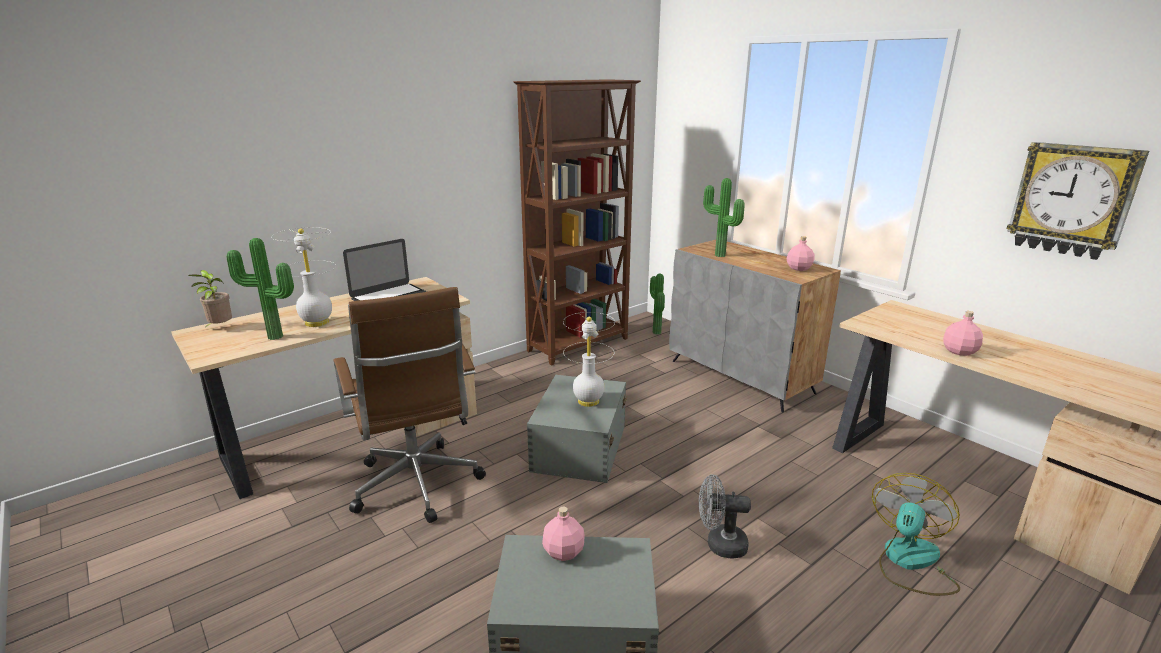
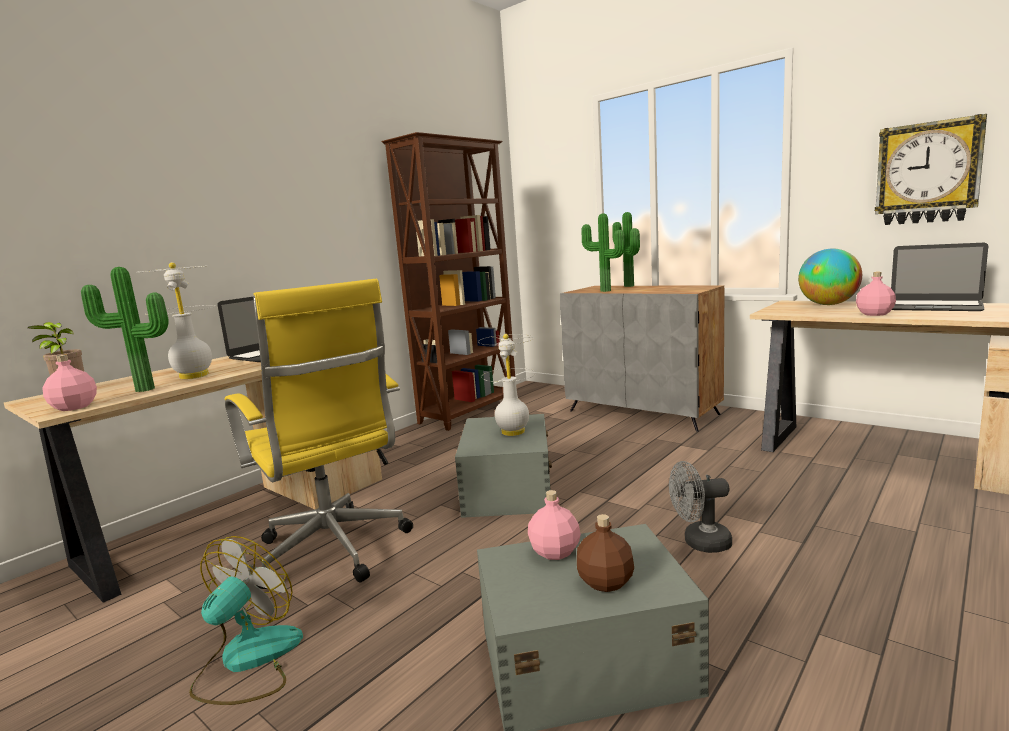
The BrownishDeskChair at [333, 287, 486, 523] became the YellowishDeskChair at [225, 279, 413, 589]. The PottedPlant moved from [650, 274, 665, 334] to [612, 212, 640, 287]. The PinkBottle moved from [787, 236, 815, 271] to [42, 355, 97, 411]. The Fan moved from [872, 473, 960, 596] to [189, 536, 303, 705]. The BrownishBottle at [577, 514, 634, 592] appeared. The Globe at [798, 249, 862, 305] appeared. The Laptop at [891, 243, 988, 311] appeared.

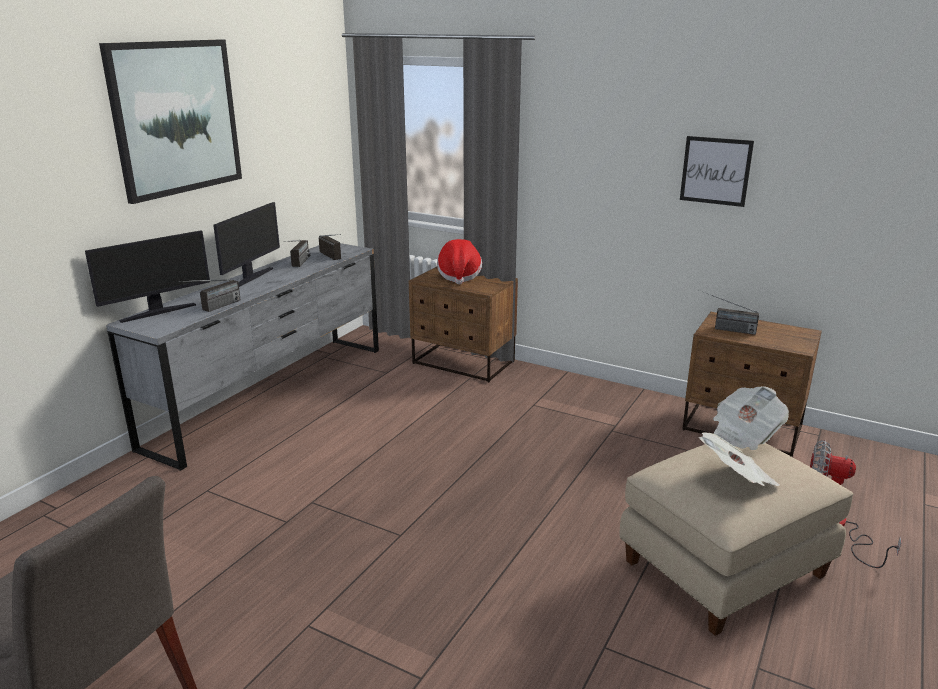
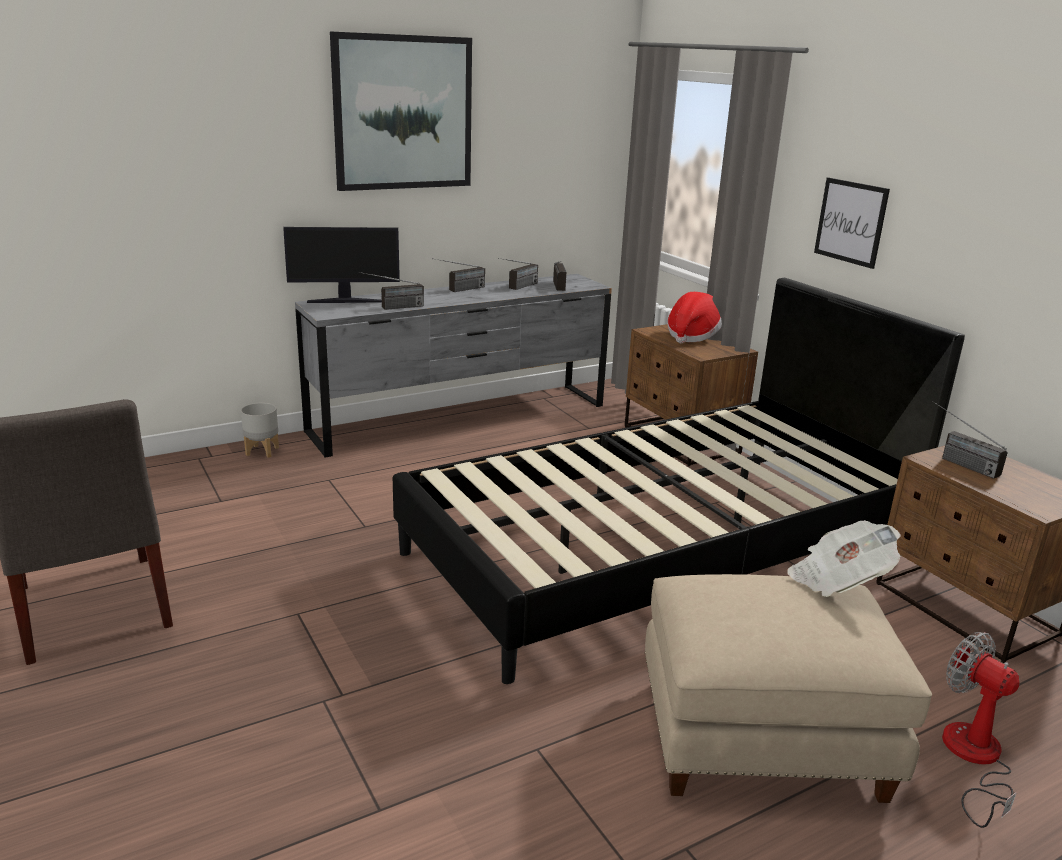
The Monitor at [213, 202, 280, 287] was replaced by the RadioReceiver at [432, 258, 485, 292]. The WallArt moved from [680, 136, 754, 207] to [814, 177, 890, 269]. The DailyPaper at [698, 432, 780, 486] disappeared. The GreyishPlantPot at [241, 403, 279, 458] appeared. The BlackishBedroomBed at [393, 278, 965, 684] appeared.

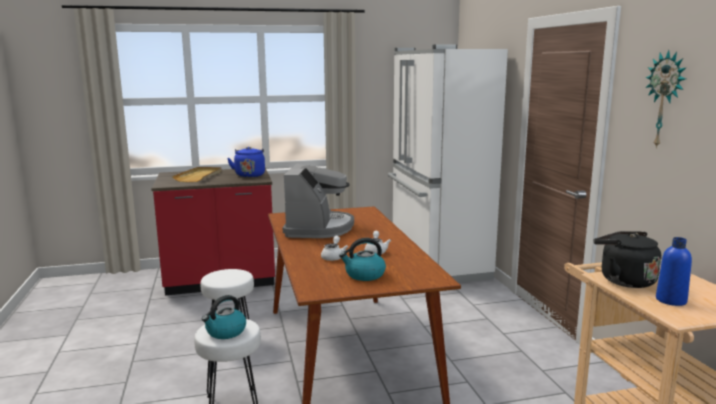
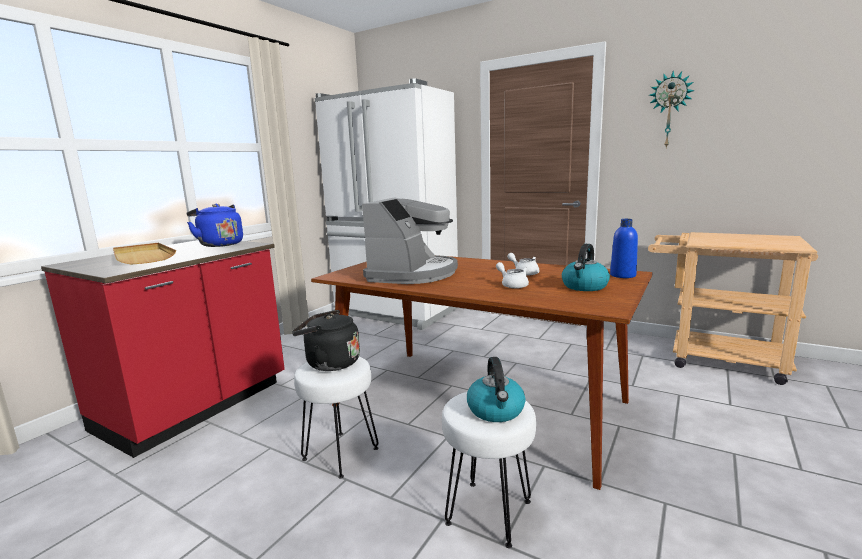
The CoffeeBrewer at [282, 164, 354, 238] turned 60 degrees clockwise. The BlackishTeaKettle moved from [594, 231, 661, 288] to [292, 310, 360, 371]. The BlueBottle moved from [656, 237, 692, 306] to [610, 219, 638, 278].

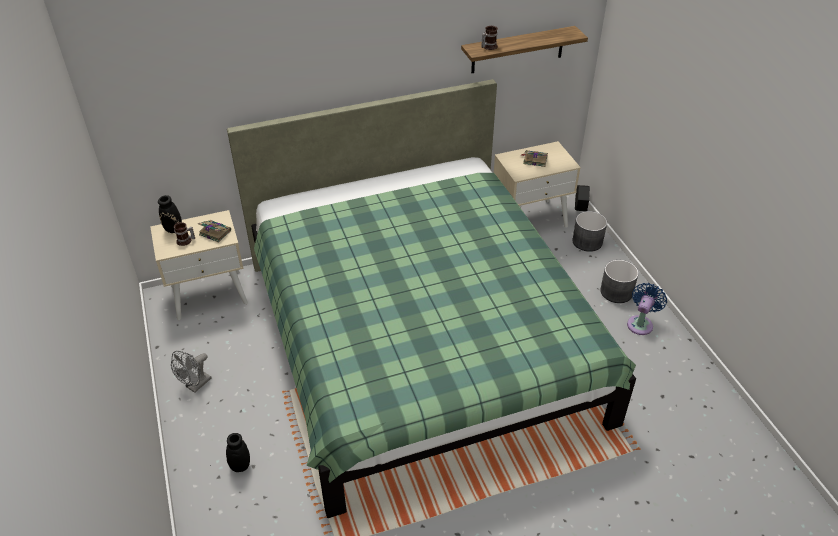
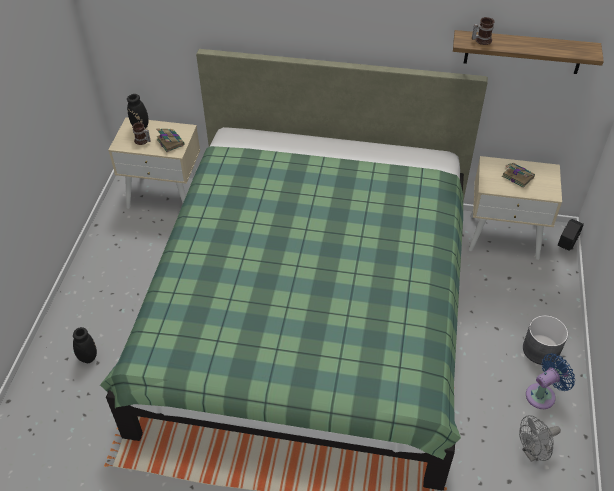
The GreyishFan moved from [171, 351, 212, 393] to [519, 415, 561, 462]. The GreyishPlantPot at [572, 211, 607, 252] disappeared.

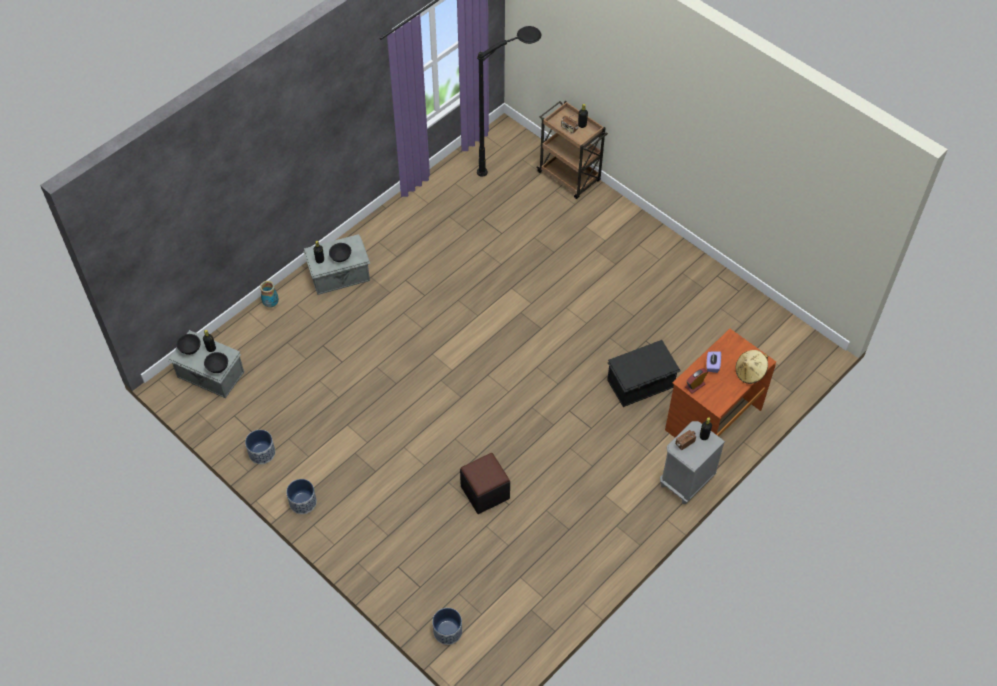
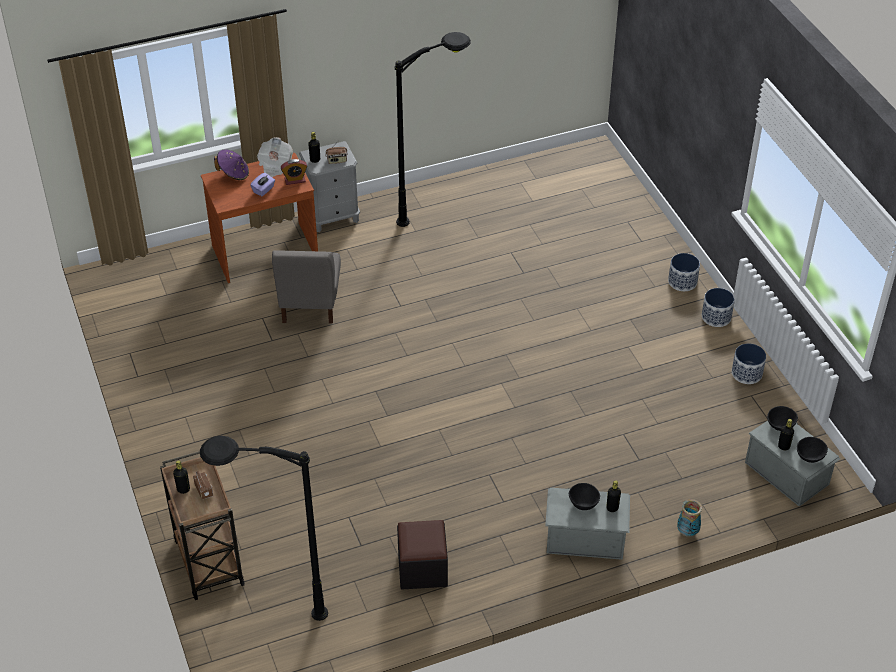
The PlantPot moved from [432, 608, 462, 645] to [668, 253, 700, 291]. The BlackishFootrest moved from [460, 453, 510, 514] to [397, 520, 448, 589]. The BlackishStorageBox at [607, 340, 681, 407] was replaced by the GreyishUprightChair at [272, 250, 341, 323]. The BeigeColouredClothingHat at [735, 350, 768, 384] became the PurpleClothingHat at [214, 149, 249, 180]. The DailyPaper at [257, 137, 293, 177] appeared. The BlackishStandardLamp at [394, 32, 471, 227] appeared.

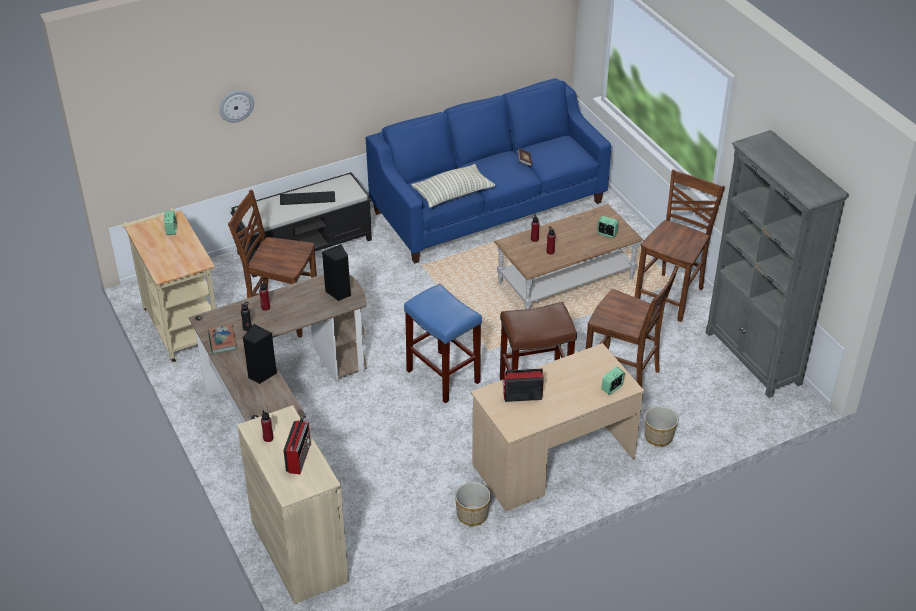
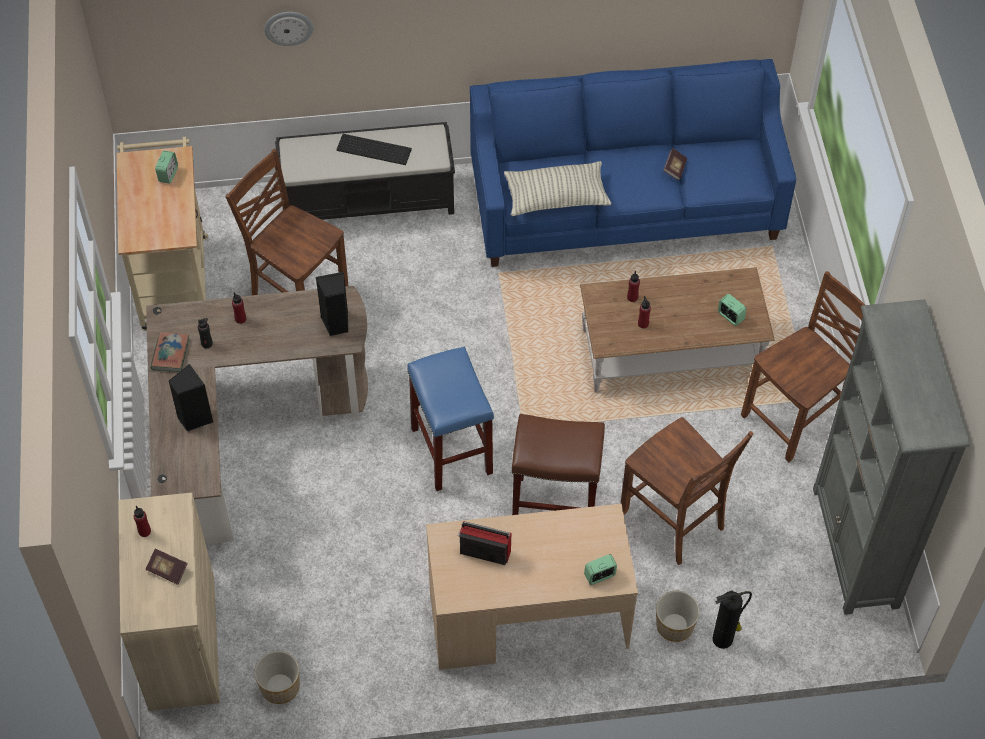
The RadioReceiver at [283, 417, 311, 474] was replaced by the BoundBook at [145, 549, 188, 585]. The PlantPot moved from [455, 482, 491, 526] to [254, 651, 300, 704]. The Extinguisher at [712, 590, 752, 649] appeared.

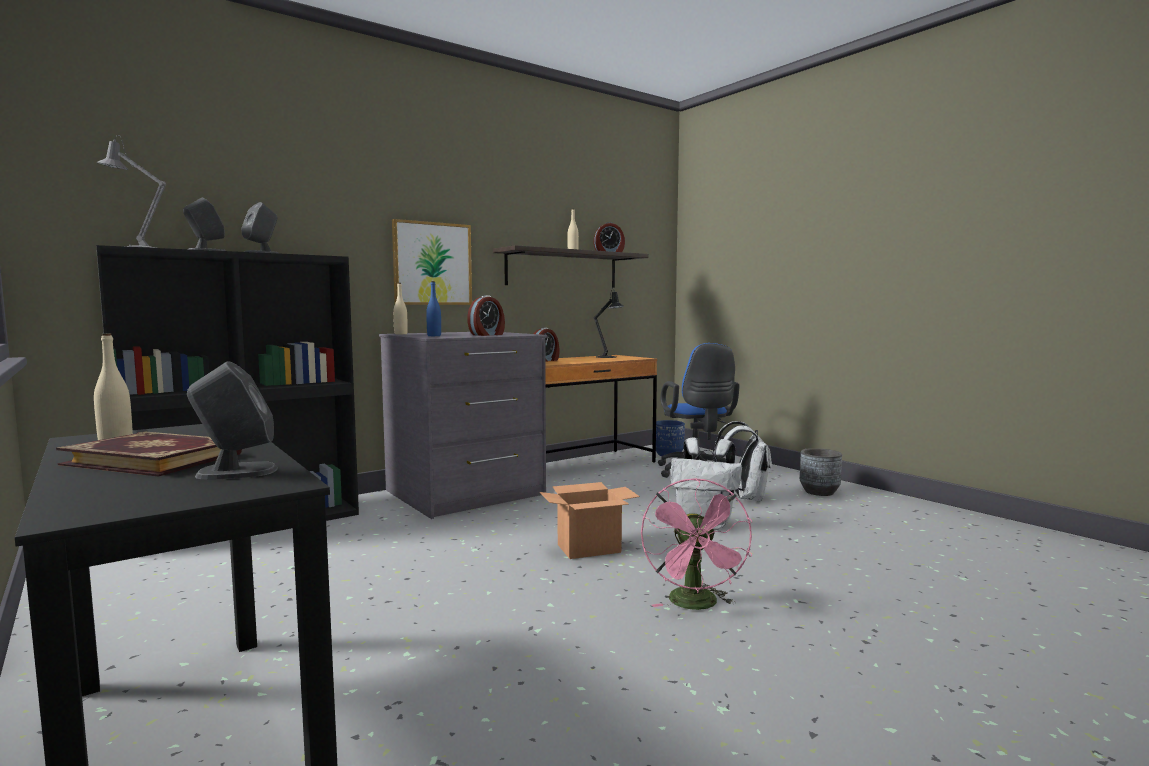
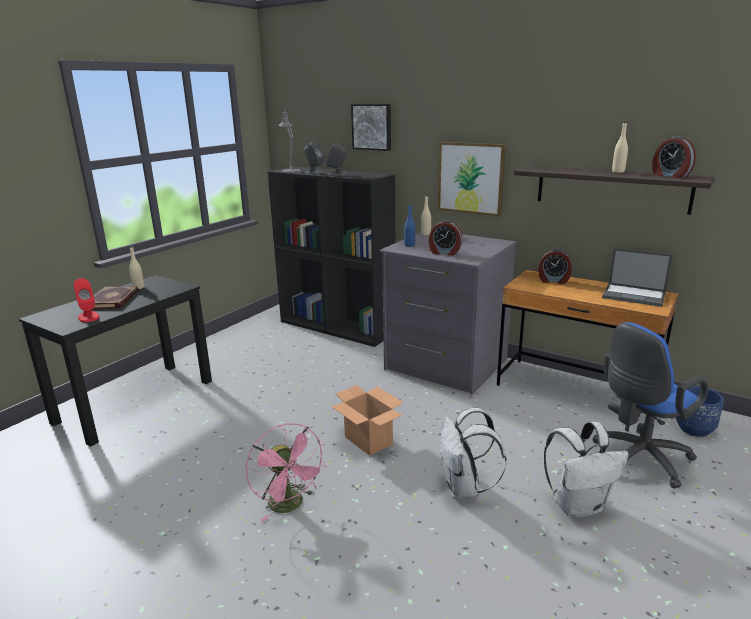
The GreyishLoudspeaker at [187, 361, 278, 480] became the ReddishLoudspeaker at [74, 278, 99, 322]. The BlackishLampForATable at [593, 289, 624, 358] was replaced by the Laptop at [602, 249, 672, 307]. The PinkFan at [641, 478, 752, 610] turned 105 degrees counterclockwise. The GreyishPlantPot at [800, 448, 842, 496] disappeared. The WallArt at [351, 104, 391, 151] appeared.

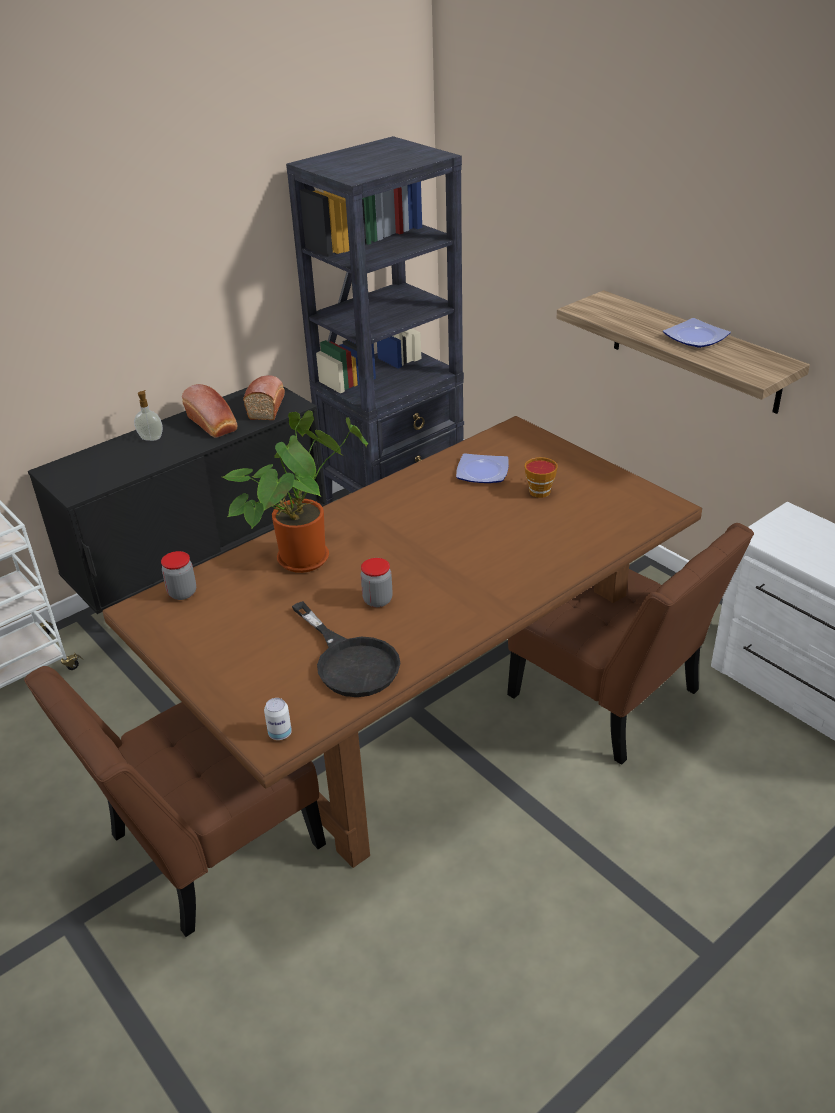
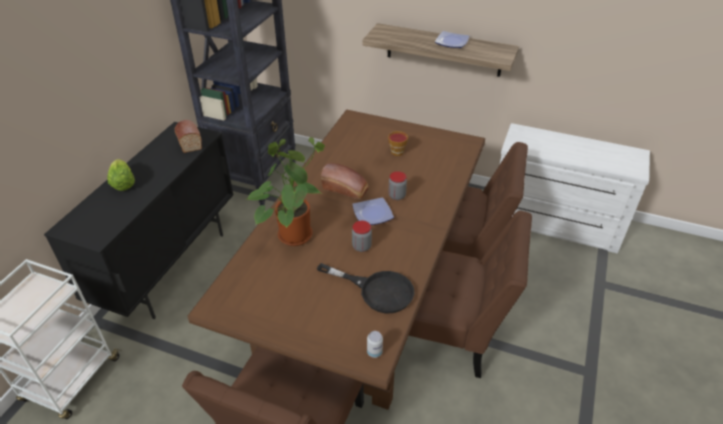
The LiquidSoapBottle at [134, 390, 163, 441] was replaced by the LettuceHead at [107, 159, 135, 191]. The PreserveJar moved from [161, 551, 196, 600] to [389, 171, 407, 200]. The Bread moved from [182, 384, 238, 438] to [321, 163, 369, 199]. The Plate moved from [456, 453, 509, 483] to [352, 197, 394, 225]. The BrownishUprightChair at [408, 211, 532, 378] appeared.

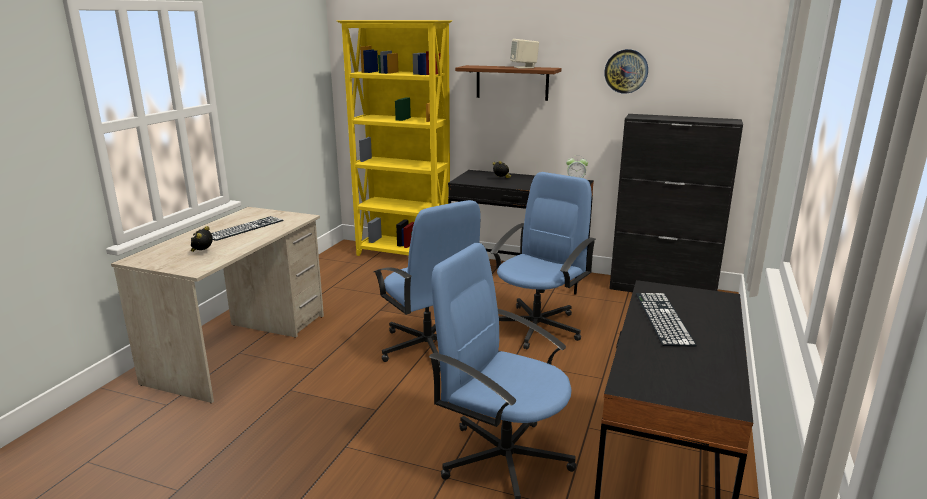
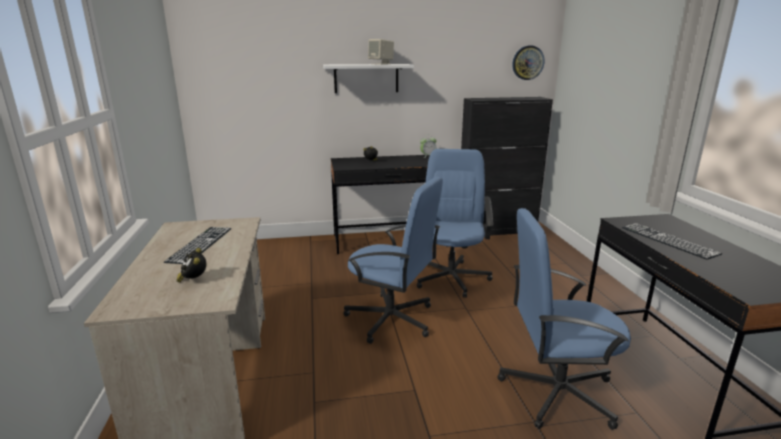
The YellowishBookshelf at [337, 20, 452, 256] disappeared. The BrownishWallShelf at [455, 65, 561, 101] became the WhiteWallShelf at [323, 64, 414, 93]. The WallClock moved from [604, 49, 648, 94] to [512, 46, 544, 80].

